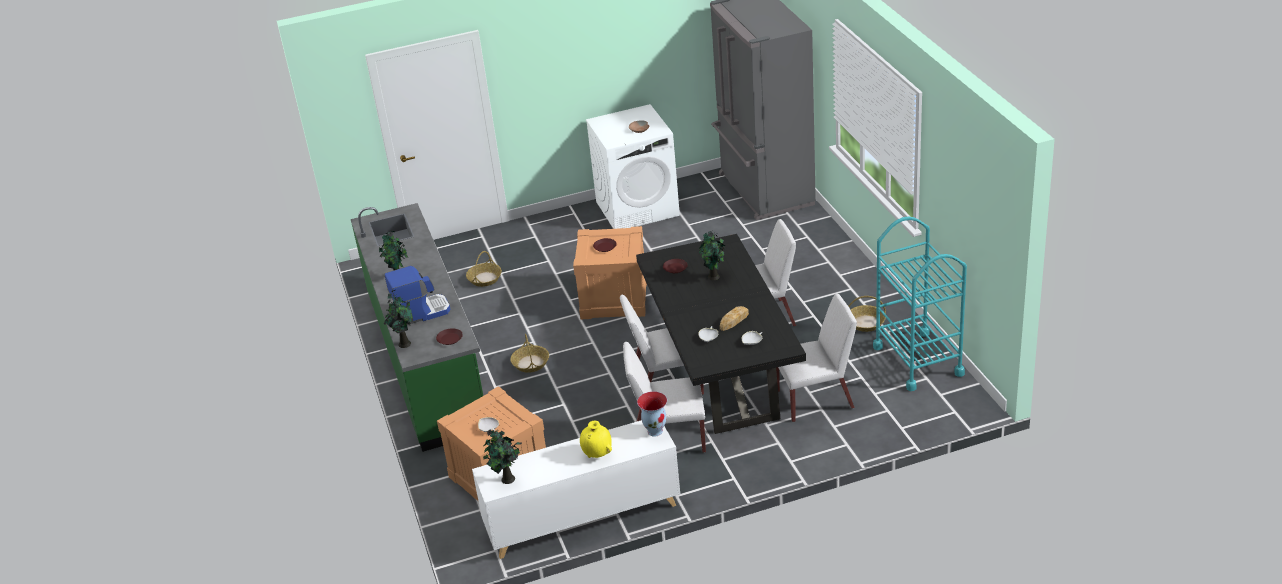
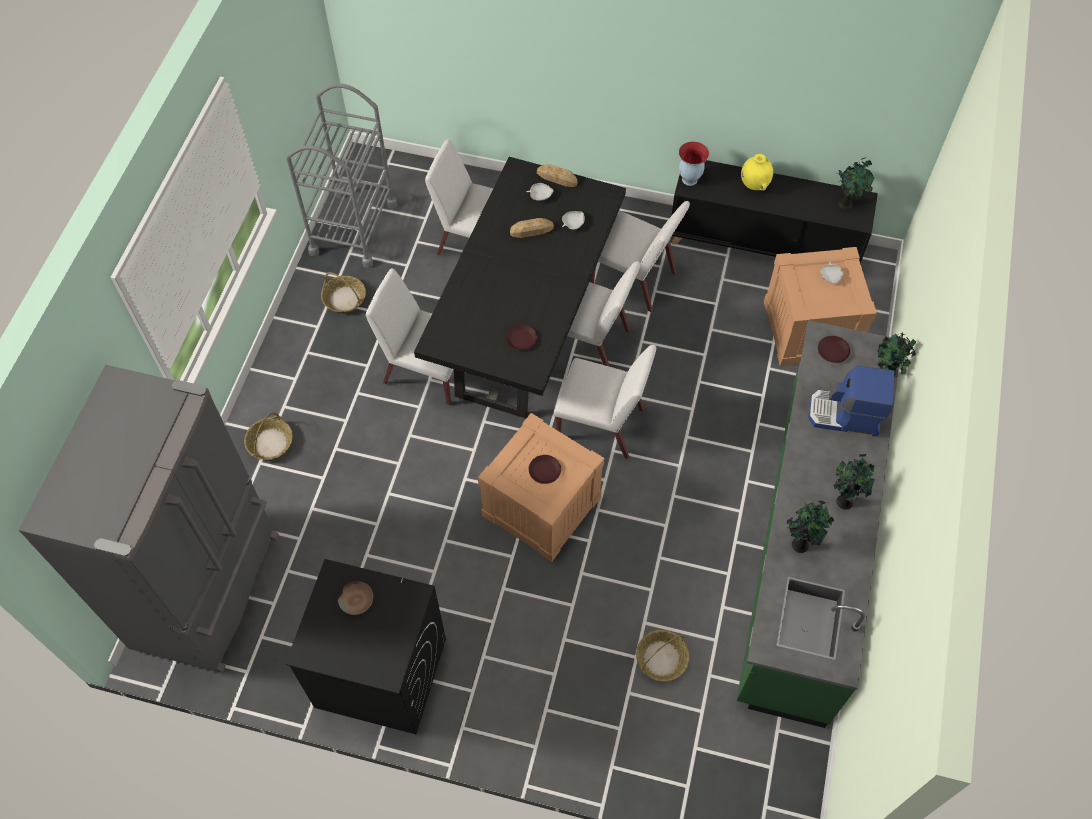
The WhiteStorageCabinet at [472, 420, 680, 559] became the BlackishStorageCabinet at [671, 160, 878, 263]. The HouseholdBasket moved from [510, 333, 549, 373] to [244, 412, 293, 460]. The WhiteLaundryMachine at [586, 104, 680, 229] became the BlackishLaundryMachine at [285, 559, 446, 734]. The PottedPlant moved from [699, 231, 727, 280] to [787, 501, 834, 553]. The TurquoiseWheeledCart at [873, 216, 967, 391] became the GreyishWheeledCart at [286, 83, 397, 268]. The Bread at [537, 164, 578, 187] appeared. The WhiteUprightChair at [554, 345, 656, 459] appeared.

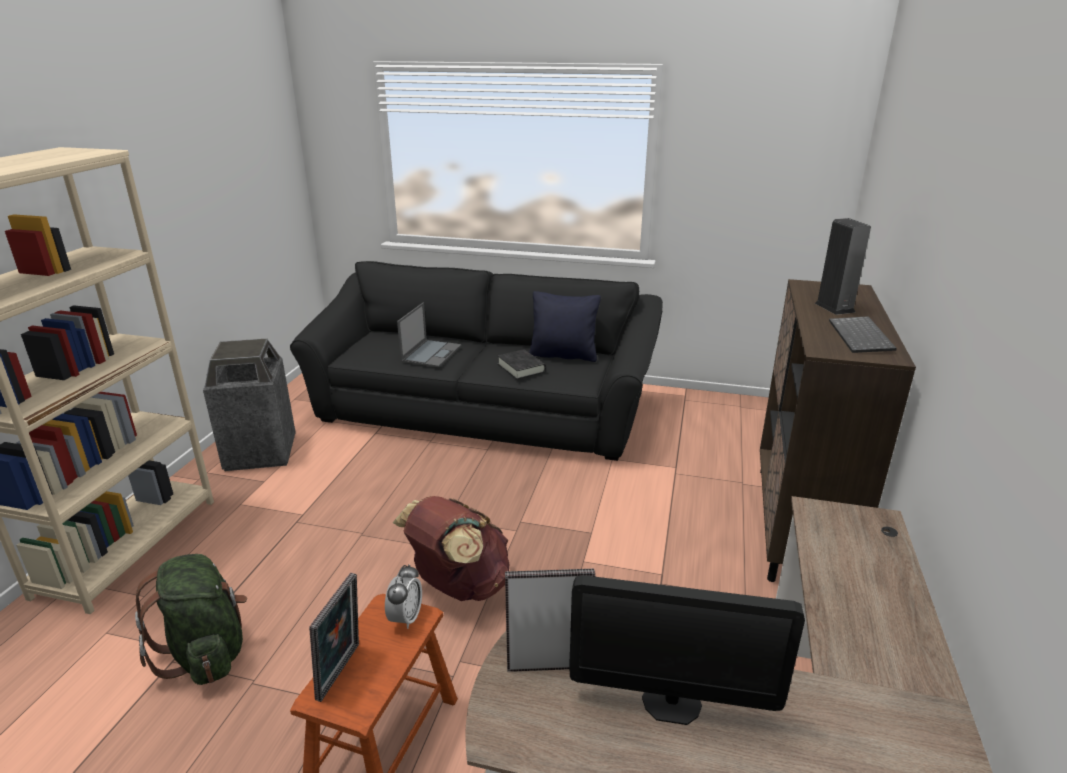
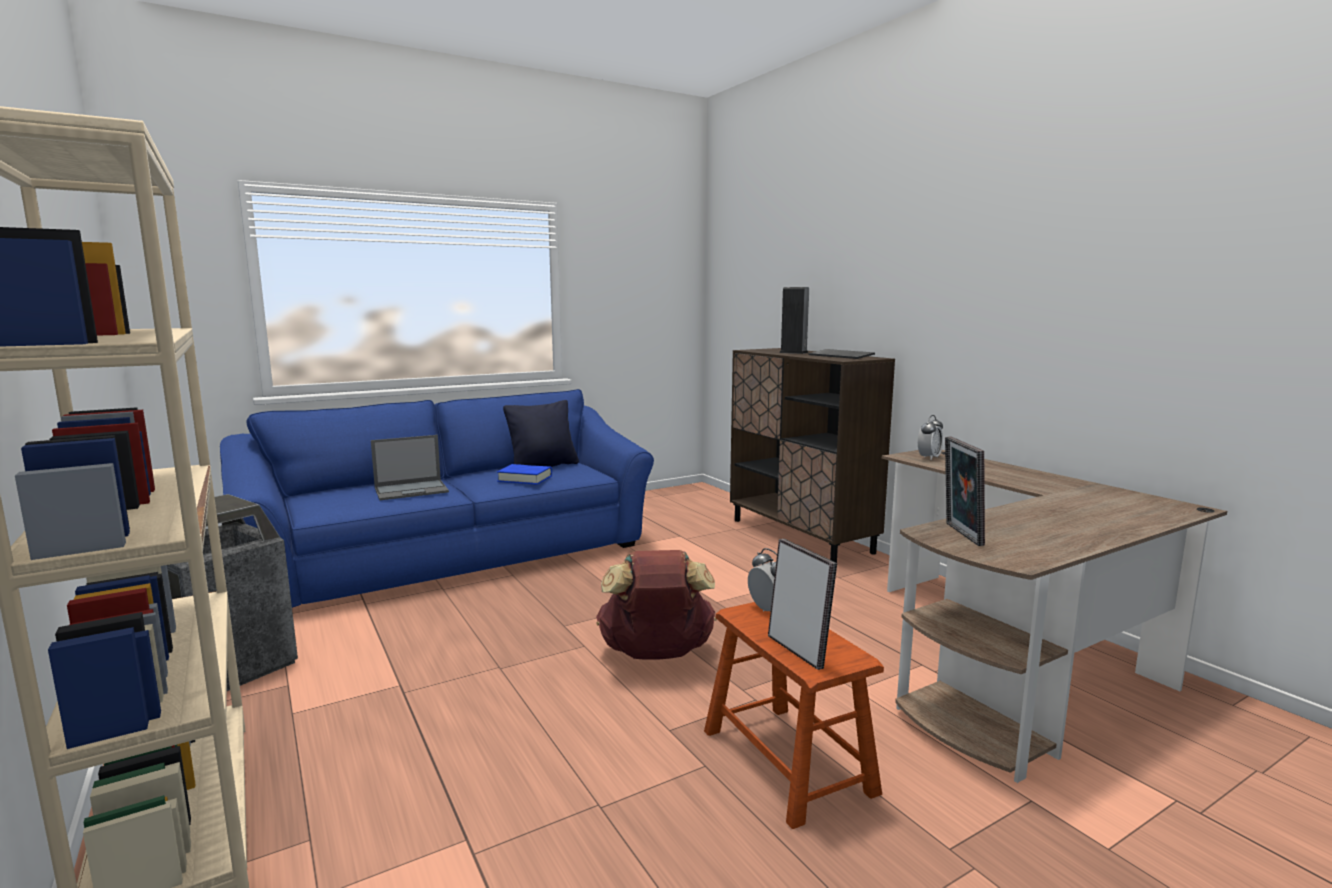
The GreenishBackpack at [135, 554, 247, 685] disappeared. The BlackishCouch at [290, 261, 663, 461] became the BlueCouch at [220, 389, 654, 608]. The Laptop at [397, 303, 461, 367] turned 90 degrees clockwise. The BlackishBoundBook at [497, 349, 546, 379] became the BlueBoundBook at [497, 464, 552, 485]. The PictureFrame at [505, 569, 595, 672] turned 45 degrees counterclockwise. The Monitor at [569, 575, 805, 725] disappeared. The AlarmClock at [918, 415, 943, 460] appeared.

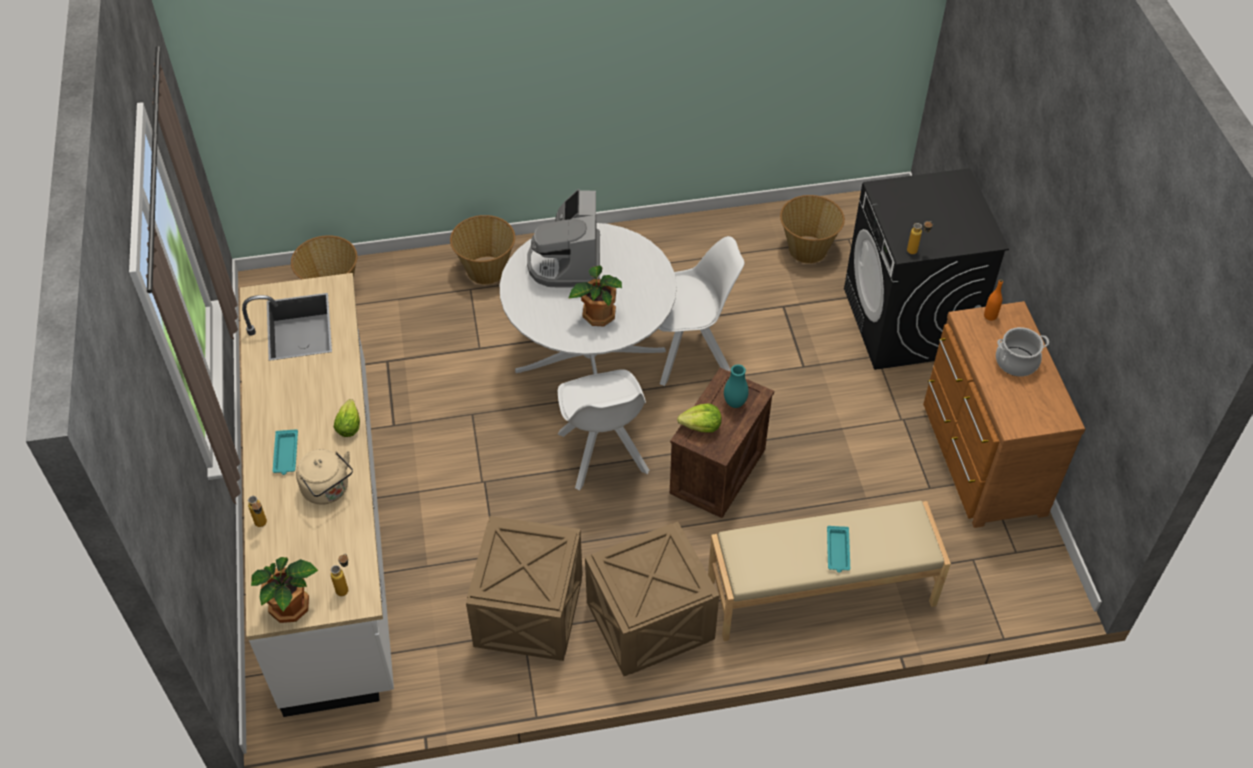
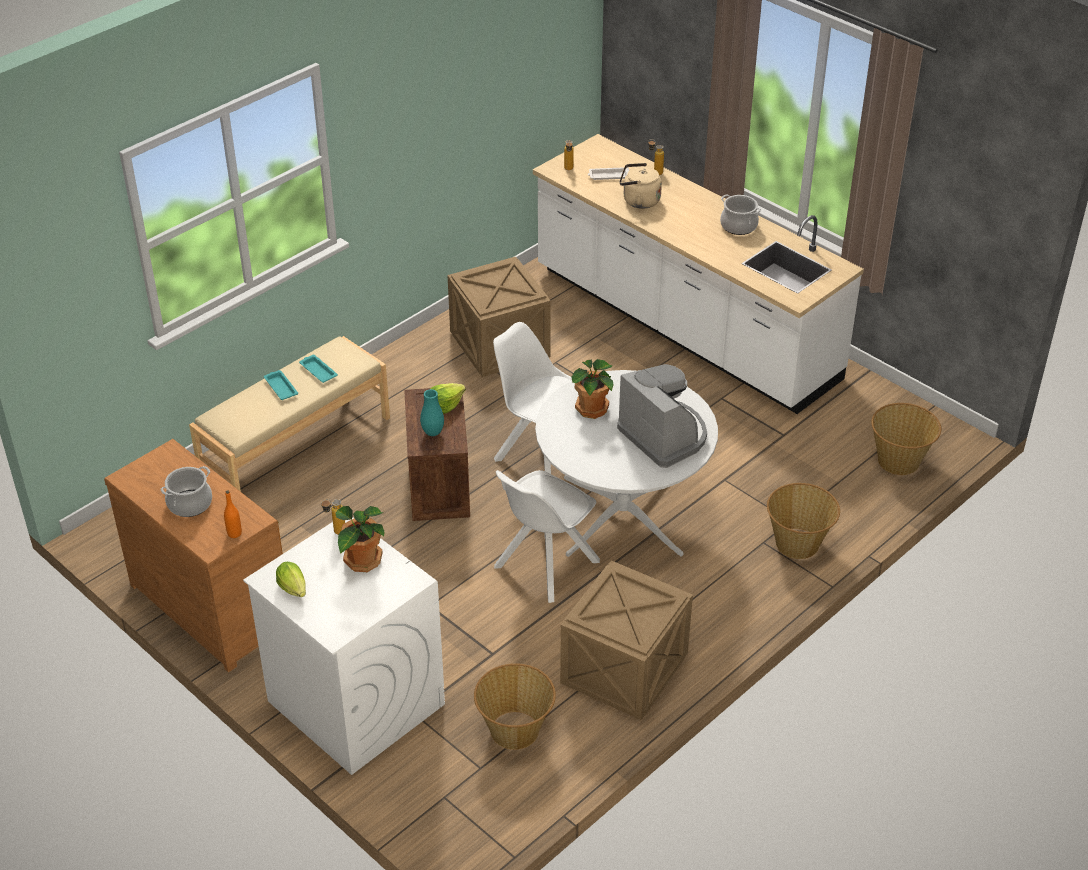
The PottedPlant moved from [251, 557, 318, 623] to [335, 506, 385, 572]. The TurquoiseCarryingTray moved from [273, 429, 298, 475] to [299, 355, 338, 383]. The LettuceHead moved from [334, 399, 360, 437] to [276, 562, 306, 597]. The ShippingCrate moved from [585, 522, 719, 676] to [560, 561, 693, 720]. The BlackishLaundryMachine at [844, 168, 1009, 370] became the WhiteLaundryMachine at [243, 517, 445, 775]. The WhiteCarryingTray at [588, 167, 629, 180] appeared. The Saucepot at [720, 194, 761, 235] appeared.

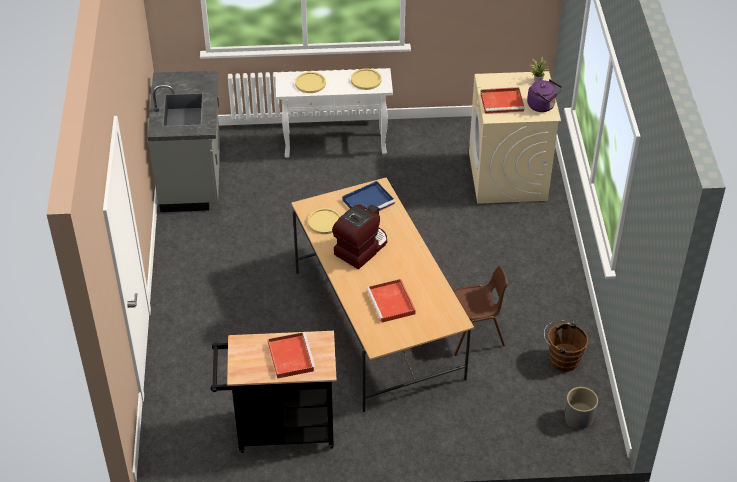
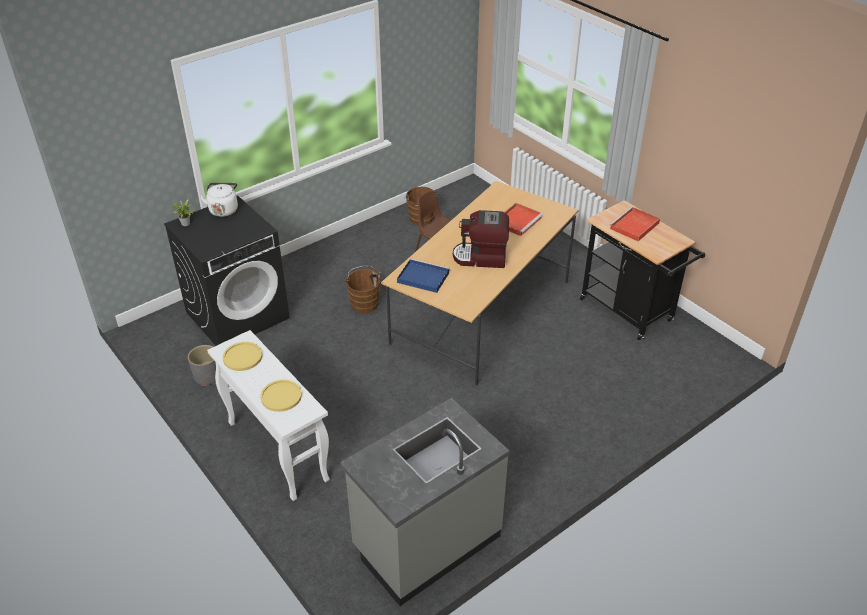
The YellowishPlate at [308, 208, 341, 234] disappeared. The BeigeColouredLaundryMachine at [469, 71, 561, 204] became the BlackishLaundryMachine at [164, 195, 290, 346]. The ReddishCarryingTray at [480, 87, 524, 114] disappeared. The PurpleTeaKettle at [527, 79, 562, 112] became the WhiteTeaKettle at [200, 183, 238, 217]. The GreyishPlantPot moved from [565, 387, 598, 429] to [188, 345, 216, 386]. The BrownishBucket at [344, 266, 383, 313] appeared.

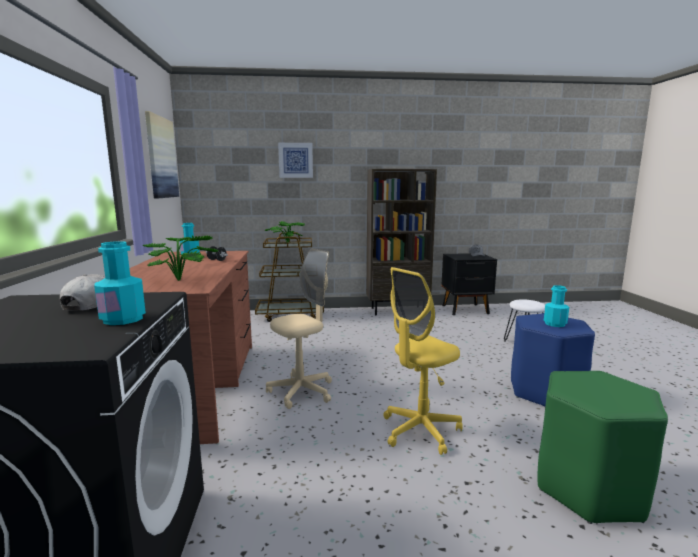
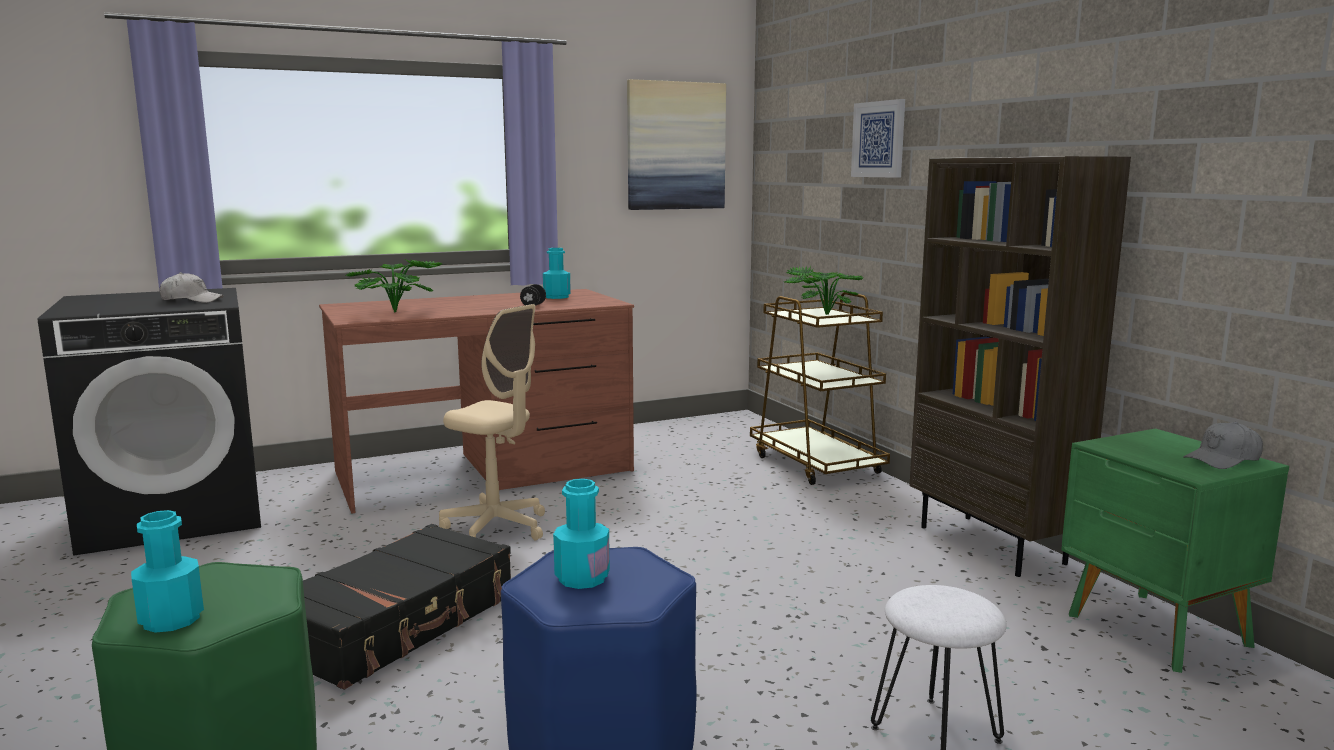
The TurquoiseBottle moved from [94, 241, 146, 325] to [131, 510, 204, 633]. The YellowishDeskChair at [384, 267, 463, 455] was replaced by the BlackishTravelCase at [303, 524, 511, 690]. The BlackishBedsideTable at [442, 253, 497, 315] became the GreenishBedsideTable at [1061, 428, 1289, 673].

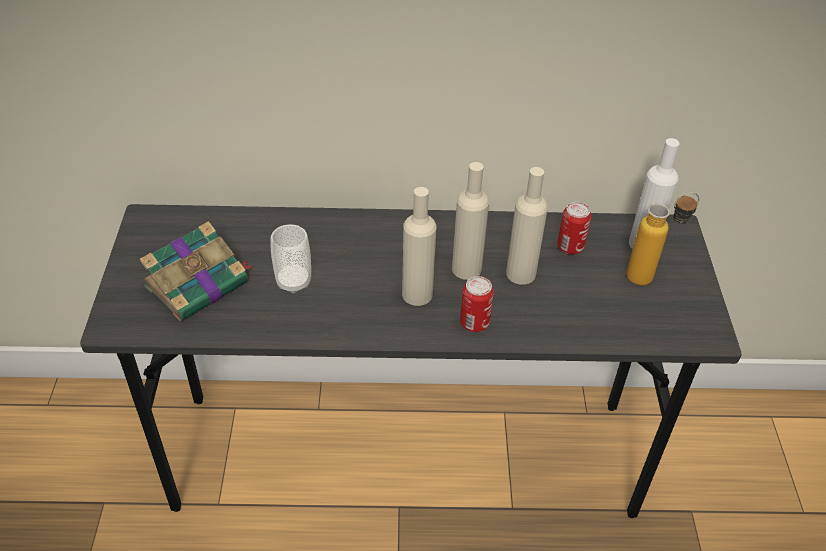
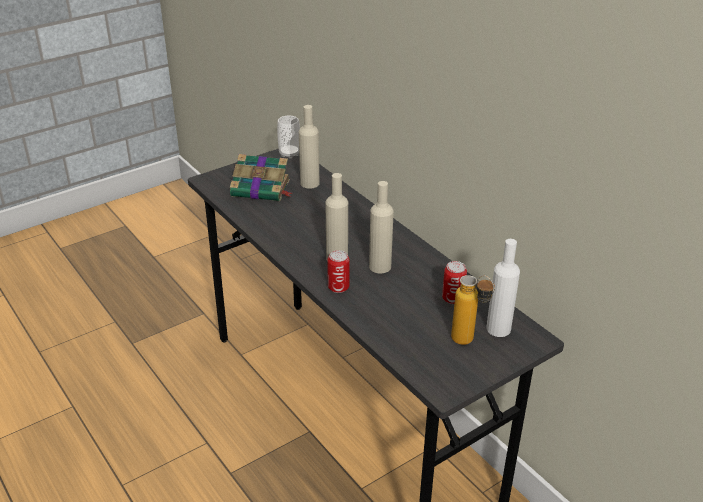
The Cup moved from [270, 224, 311, 294] to [277, 116, 300, 159]. The BeigeColouredBottle moved from [506, 167, 548, 285] to [299, 105, 319, 189].

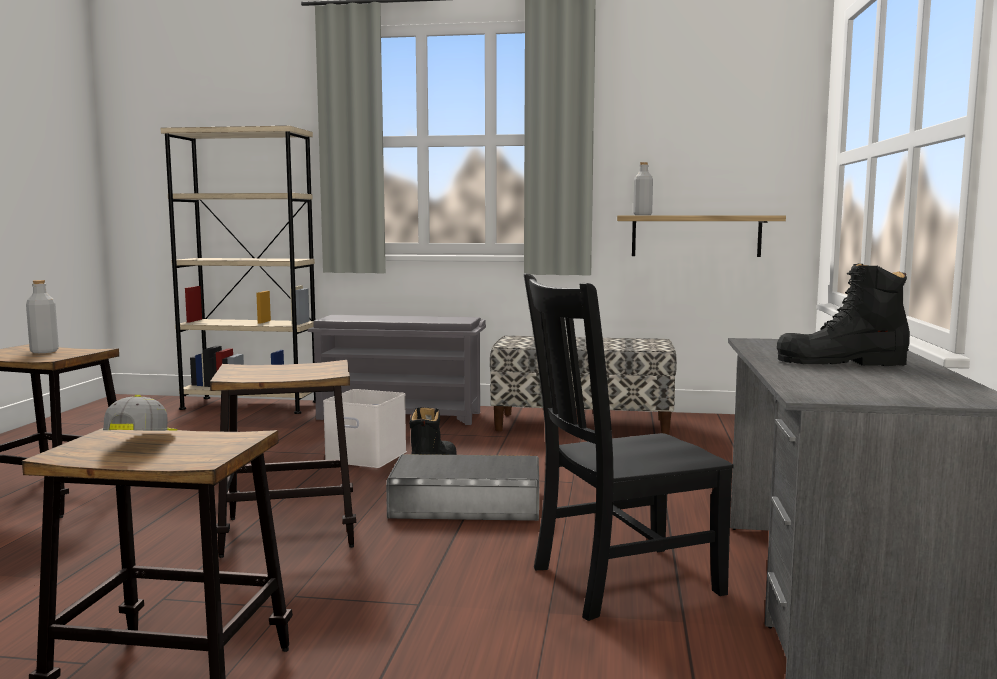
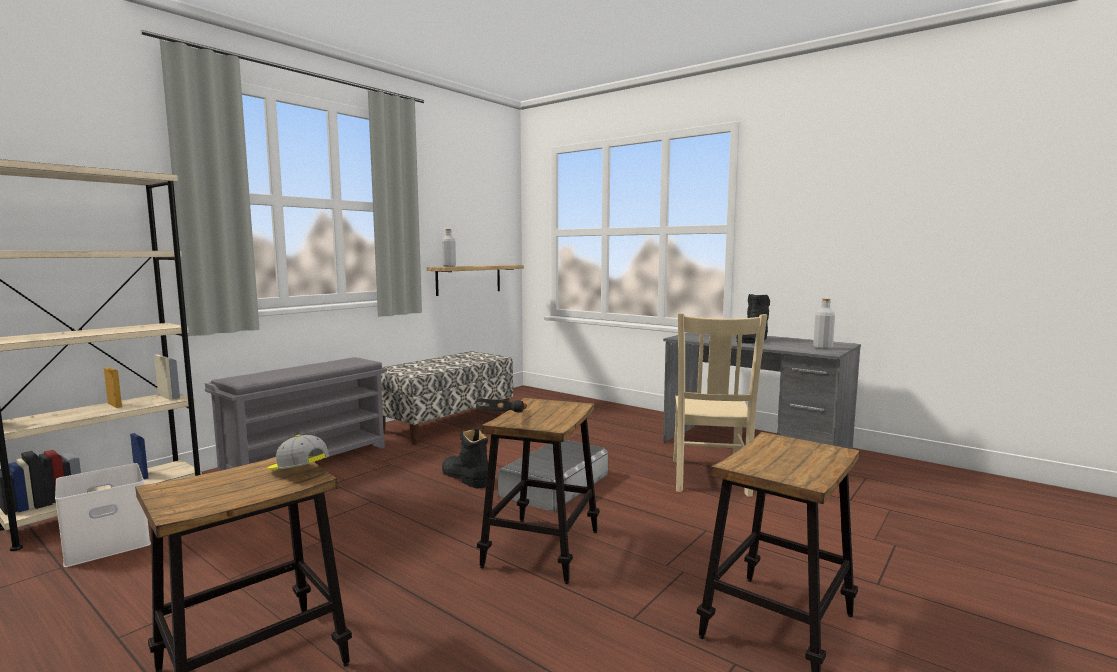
The GreyishBottle moved from [26, 280, 59, 353] to [813, 298, 835, 350]. The Cap moved from [103, 395, 177, 431] to [267, 435, 329, 469]. The WhiteStorageBox moved from [323, 389, 407, 468] to [55, 463, 151, 567]. The BlackishUprightChair at [524, 273, 734, 621] became the BeigeColouredUprightChair at [673, 313, 767, 497]. The ToolHammer at [476, 398, 527, 413] appeared.

